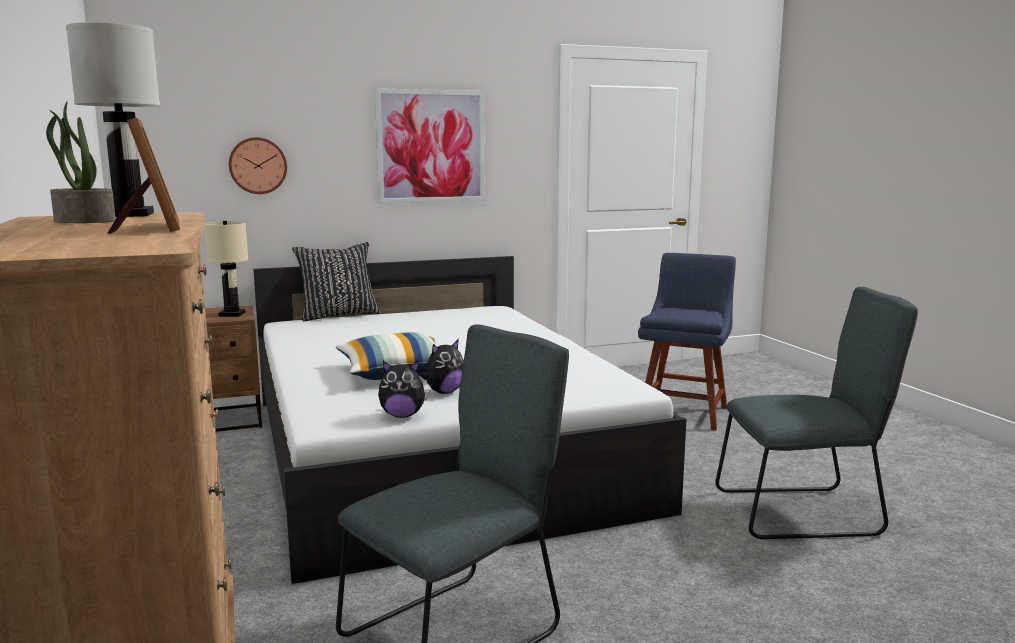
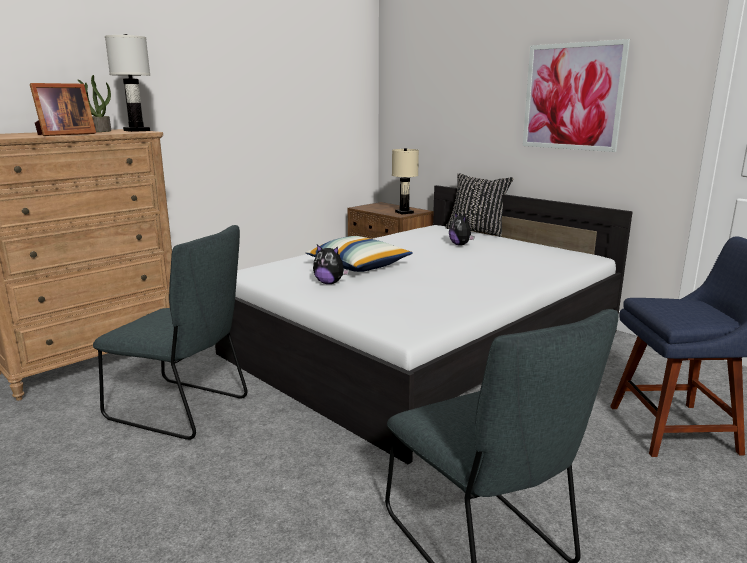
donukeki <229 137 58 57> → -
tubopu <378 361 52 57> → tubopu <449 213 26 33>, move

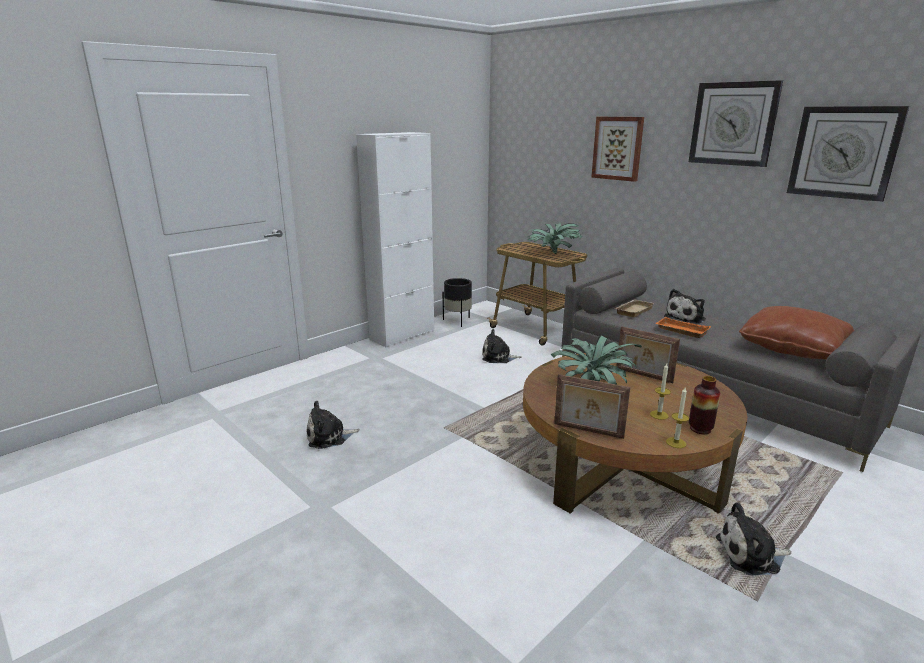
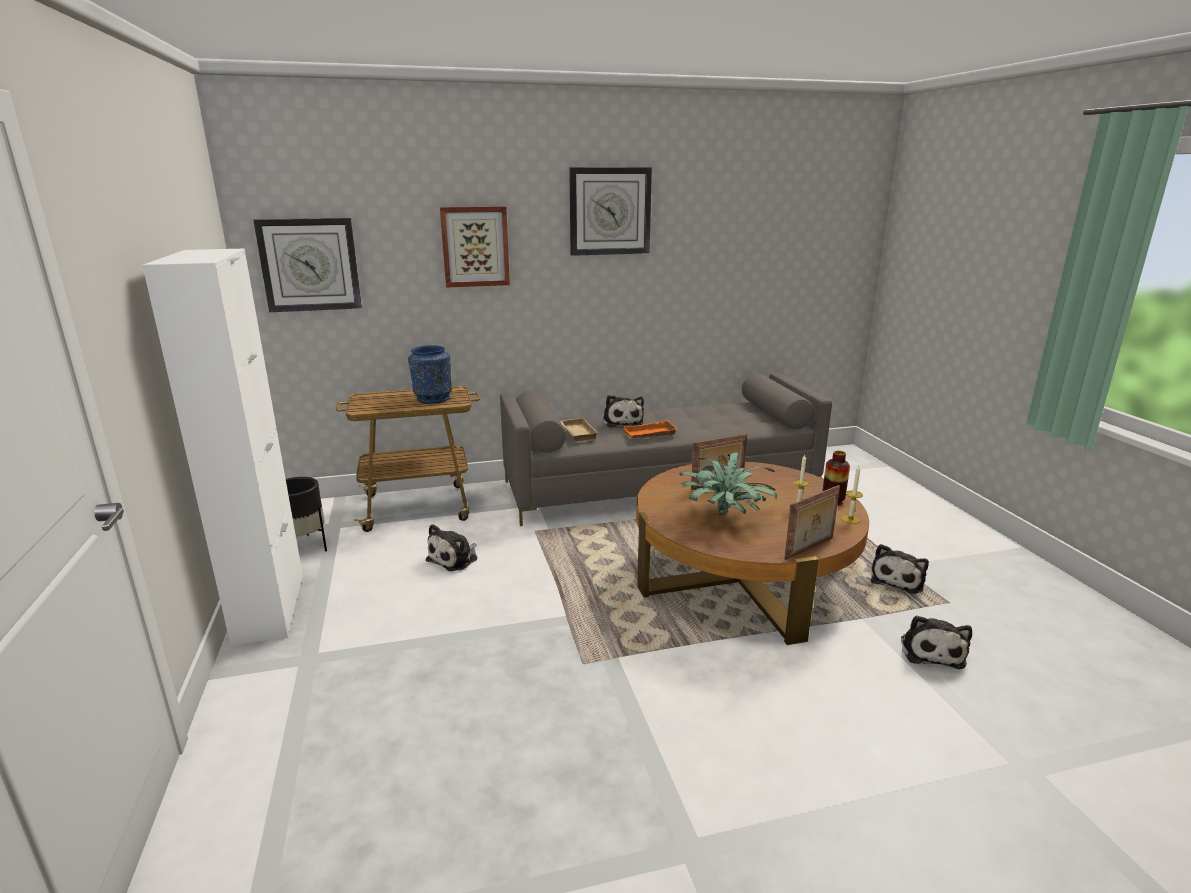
donukeki <787 106 122 96> → donukeki <253 218 109 94>, move
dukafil <528 223 55 31> → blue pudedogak <408 345 44 59>
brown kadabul <739 306 115 54> → -
tubopu <307 401 53 48> → tubopu <901 615 71 54>, move

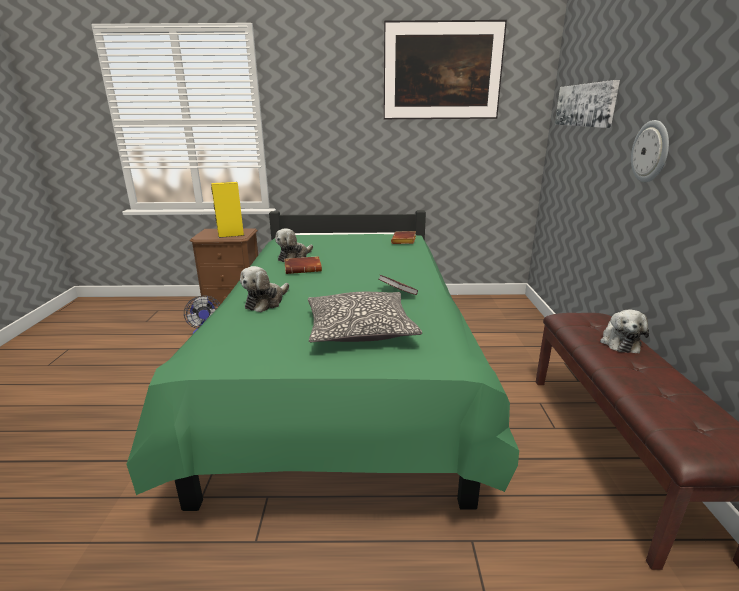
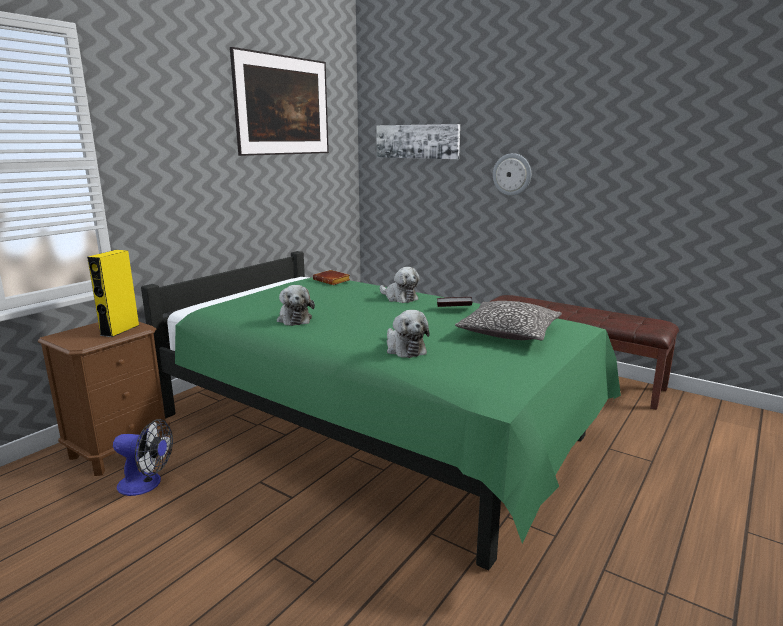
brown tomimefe <284 256 38 18> → -
tubopu <600 309 49 44> → tubopu <380 267 40 36>, move

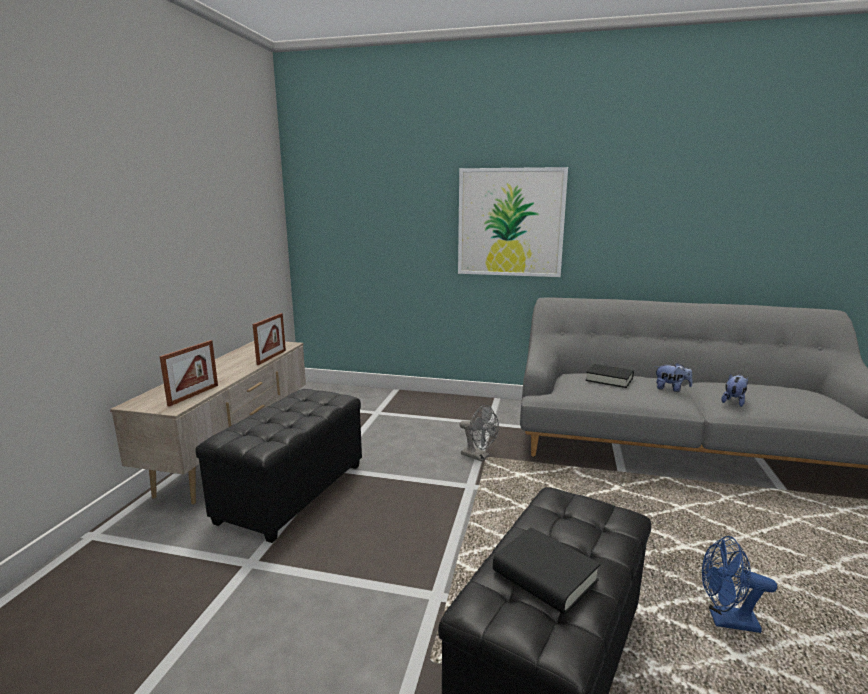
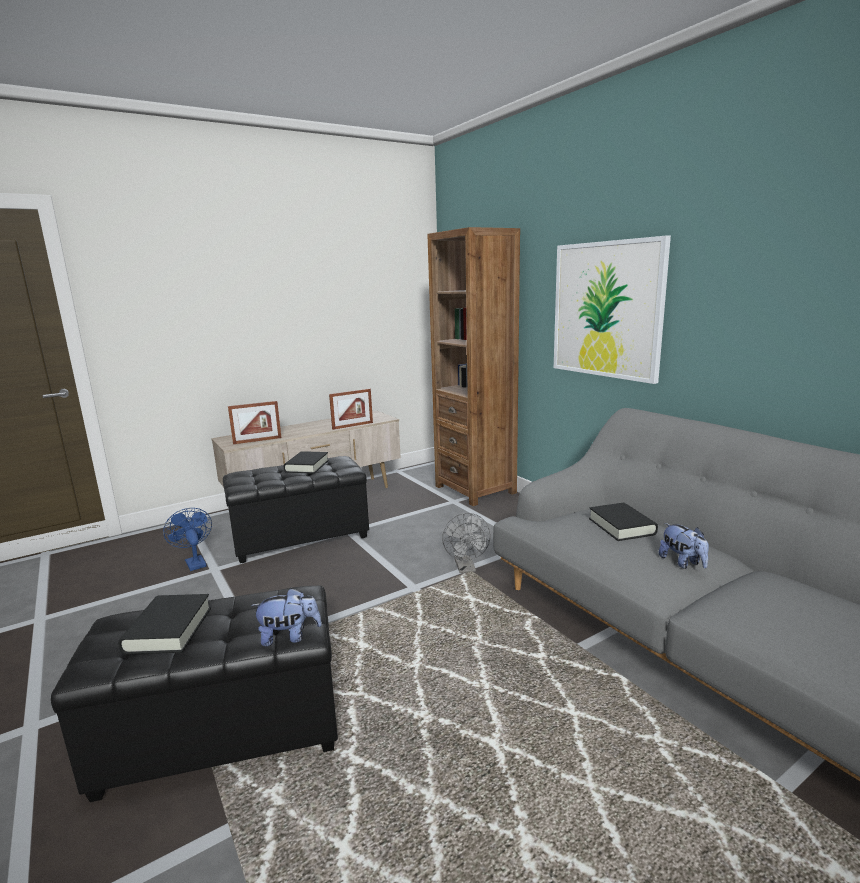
tubopu <721 374 27 33> → tubopu <251 588 71 59>, move
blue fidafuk <702 536 75 97> → blue fidafuk <163 508 49 63>, move
- → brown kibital <427 227 93 279>
- → black tomimefe <284 451 45 23>

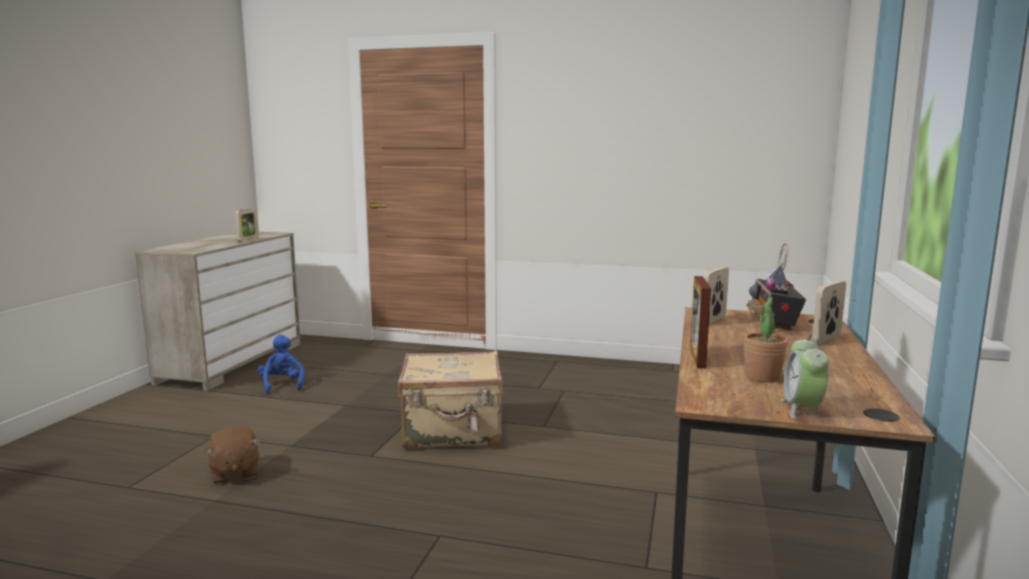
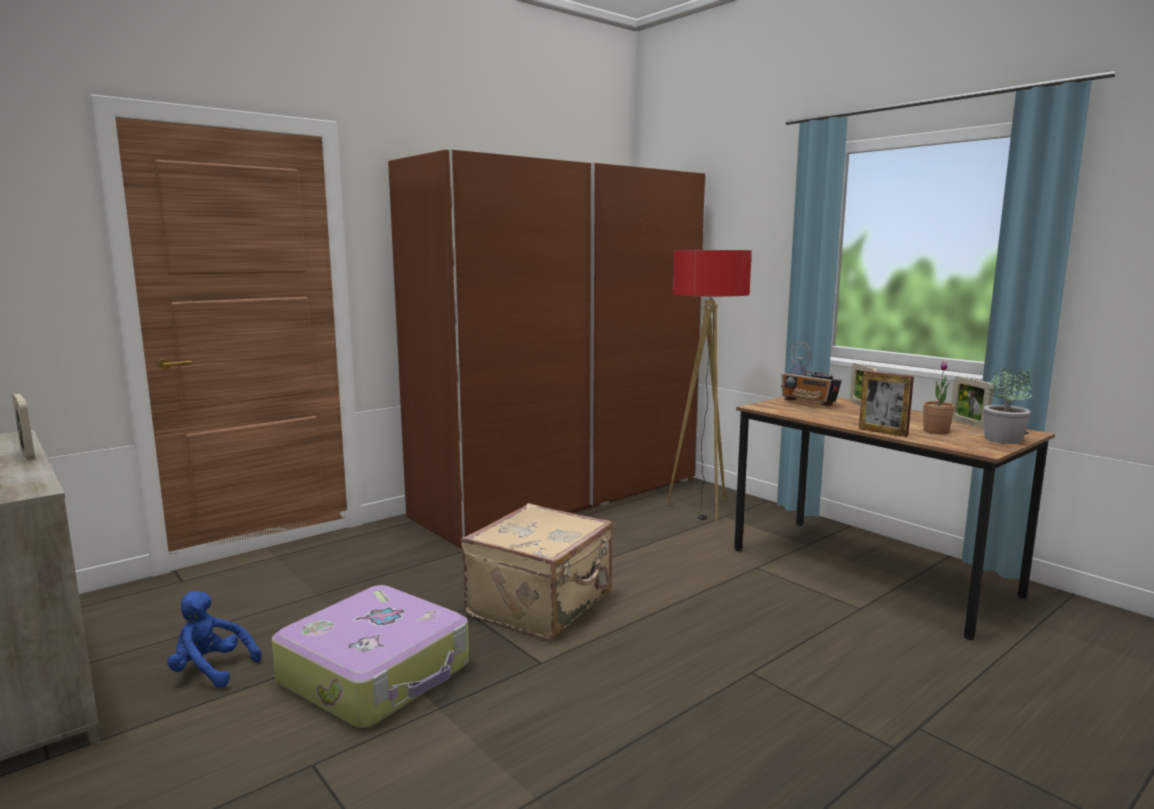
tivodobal <704 267 25 57> → tivodobal <951 376 43 53>, move
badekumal <781 334 48 85> → dukafil <984 368 48 76>
brown tubopu <204 426 57 58> → -
- → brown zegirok <388 149 318 399>
- → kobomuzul <667 250 85 272>
- → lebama <272 585 197 143>

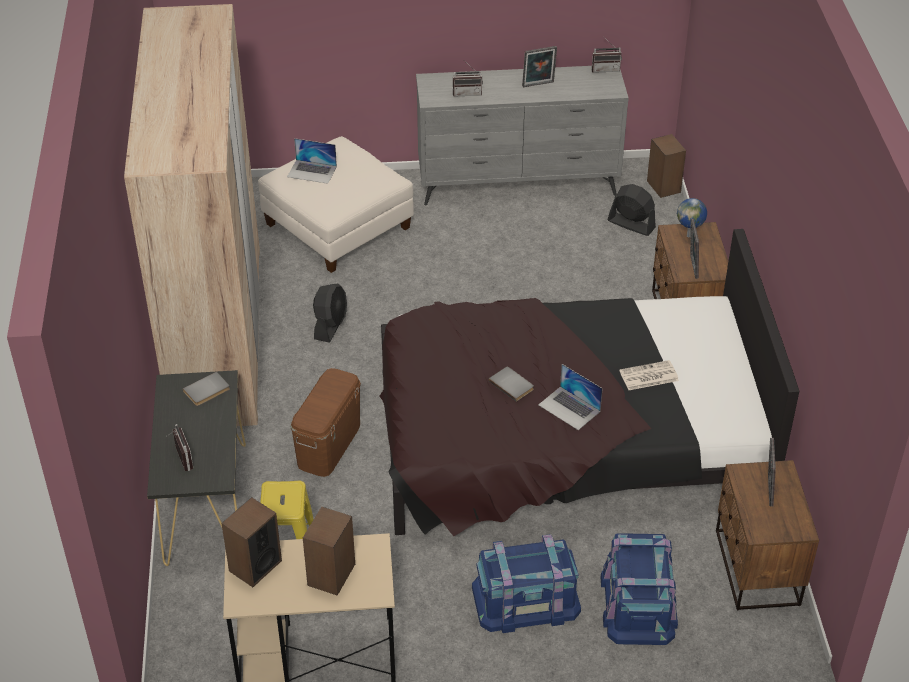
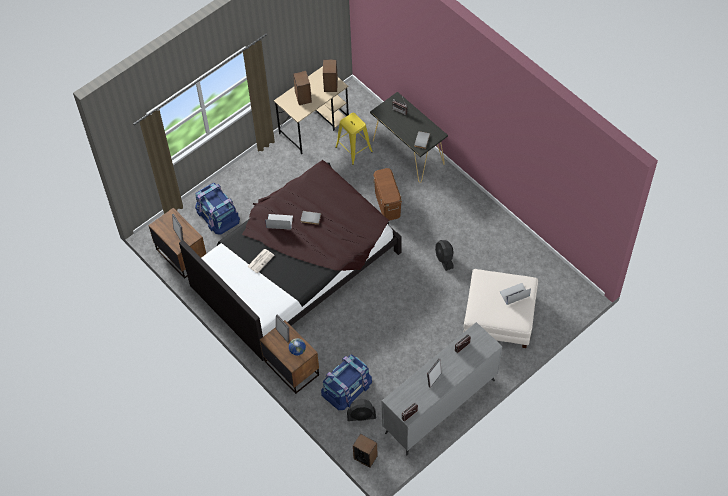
beige zegirok <124 4 136 422> → -
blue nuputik <472 534 109 99> → blue nuputik <321 355 51 55>, move

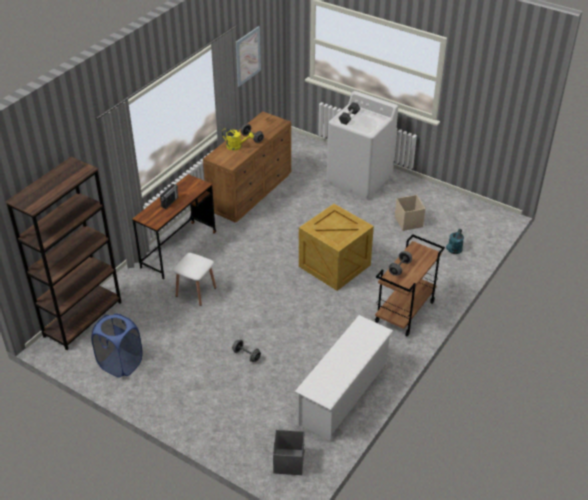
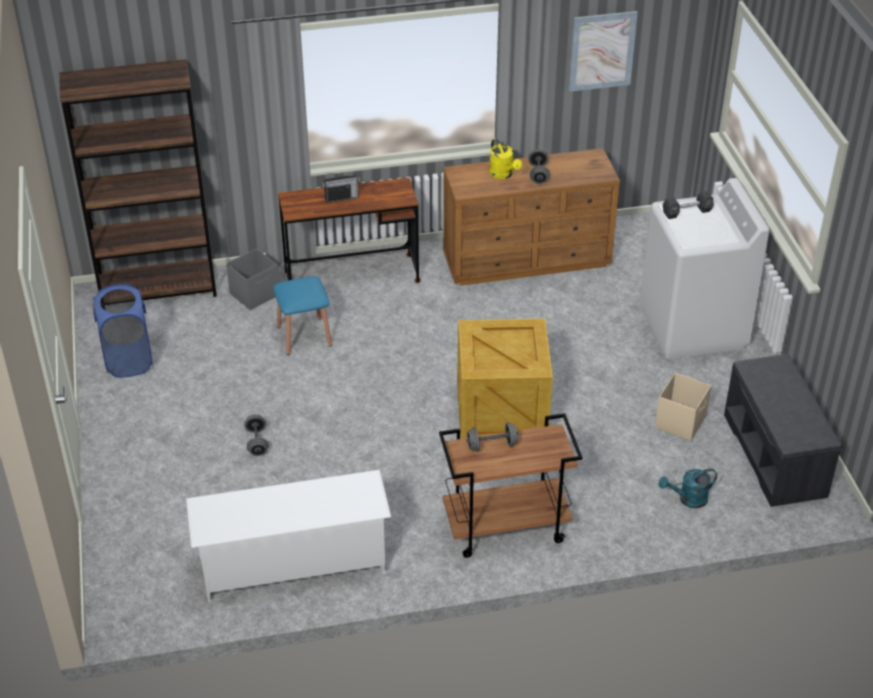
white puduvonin <173 253 43 53> → blue puduvonin <273 276 59 79>
grey nuputik <273 430 32 45> → grey nuputik <226 248 53 62>, move
- → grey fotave <724 354 118 153>

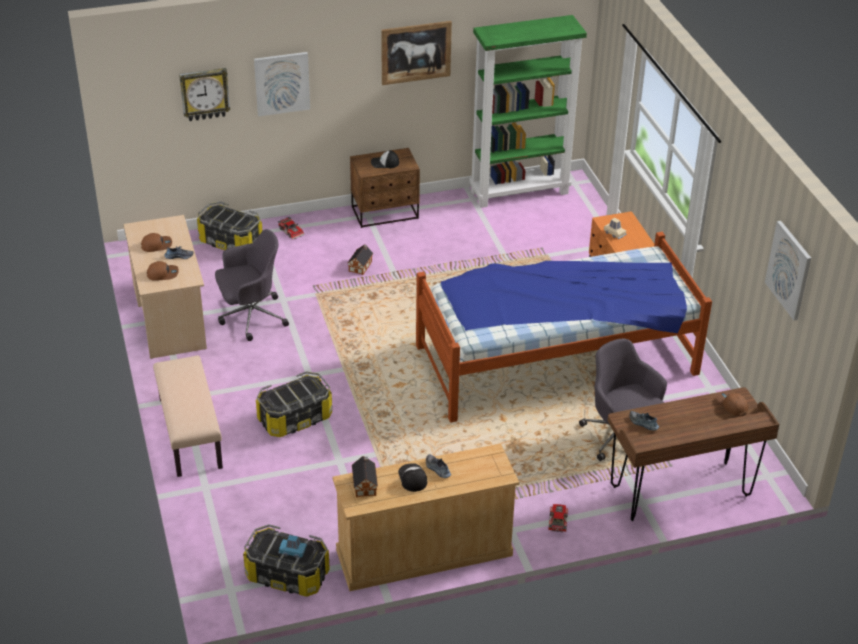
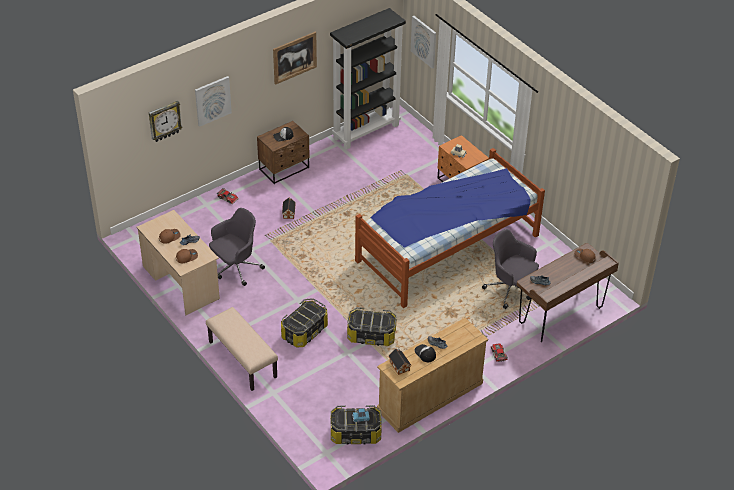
green kibital <469 15 118 193> → black kibital <330 8 76 142>
nuputik <197 202 66 48> → nuputik <347 307 50 39>, move
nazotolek <765 221 46 100> → nazotolek <411 16 25 53>, move

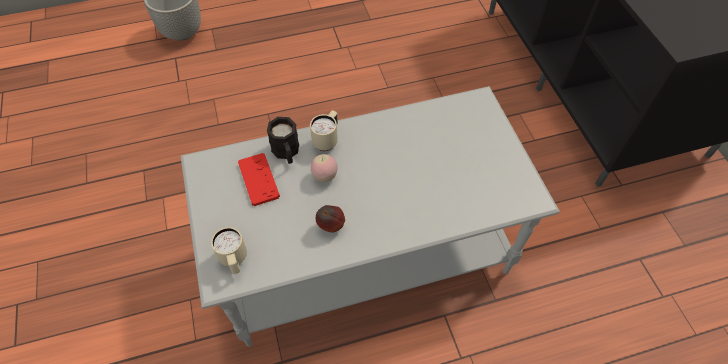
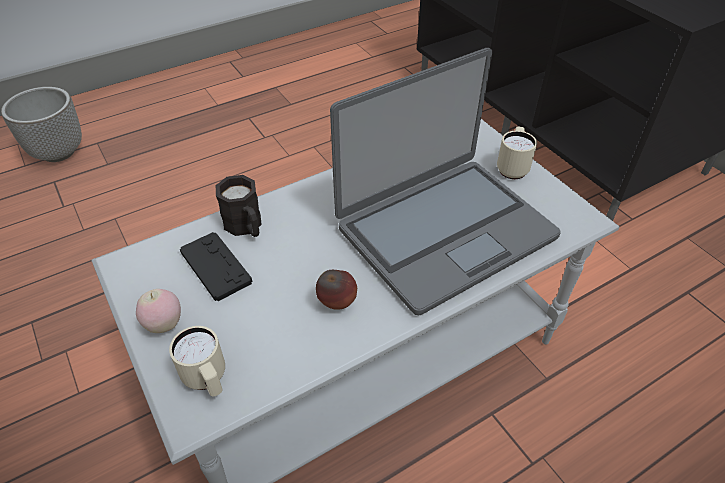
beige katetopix <310 110 28 41> → beige katetopix <497 127 40 52>, move
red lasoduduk <238 153 42 53> → black lasoduduk <180 232 73 69>
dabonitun <311 154 27 28> → dabonitun <136 289 45 44>, move
- → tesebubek <330 48 231 267>

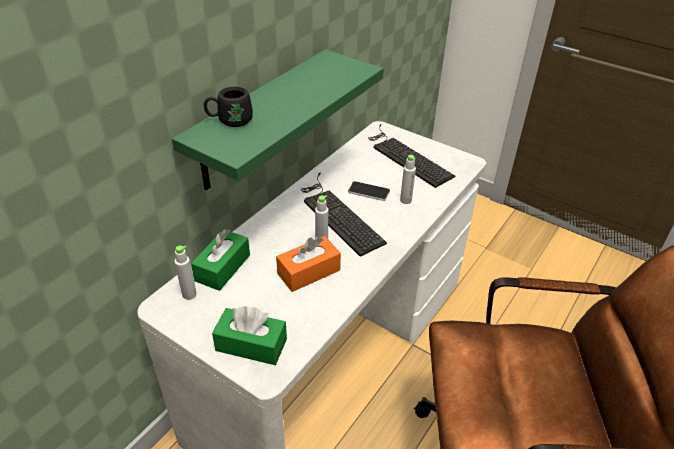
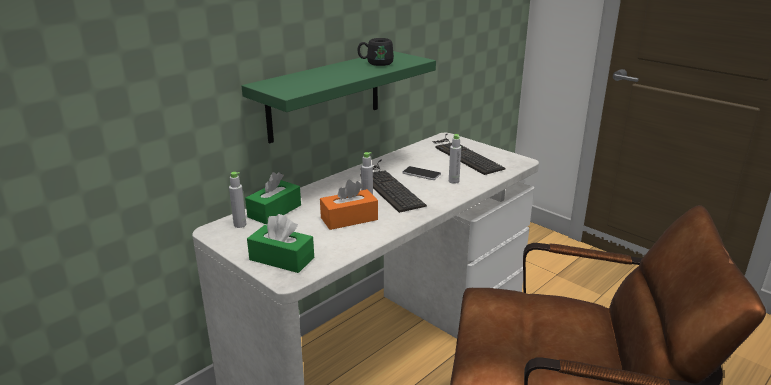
black katetopix <204 87 49 40> → black katetopix <358 38 36 28>, move

